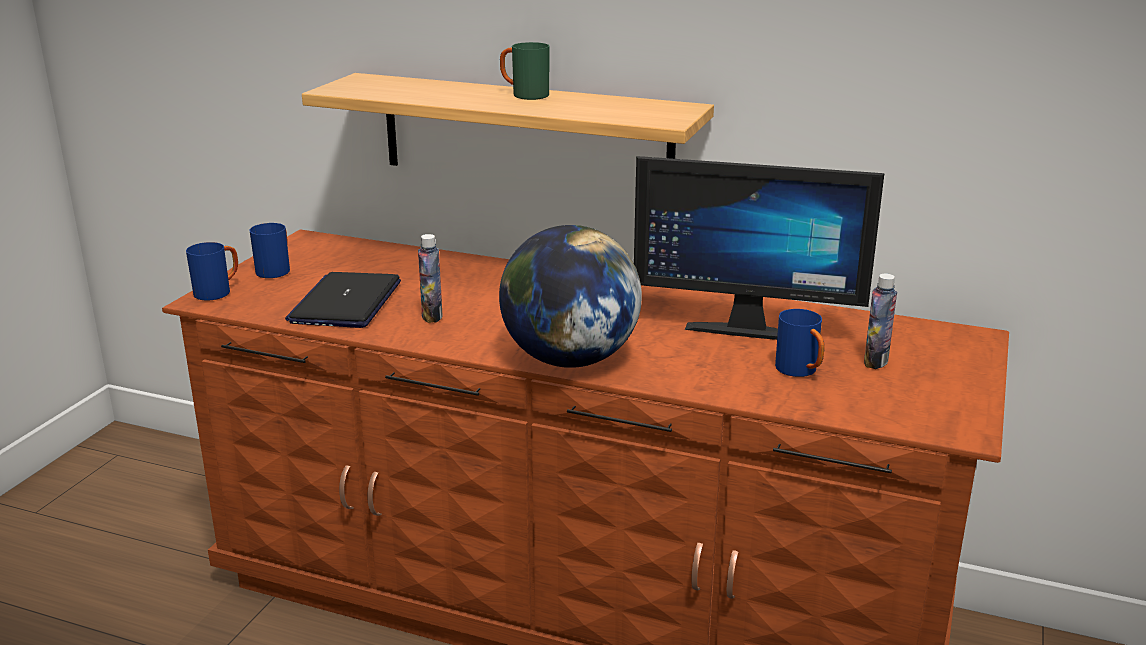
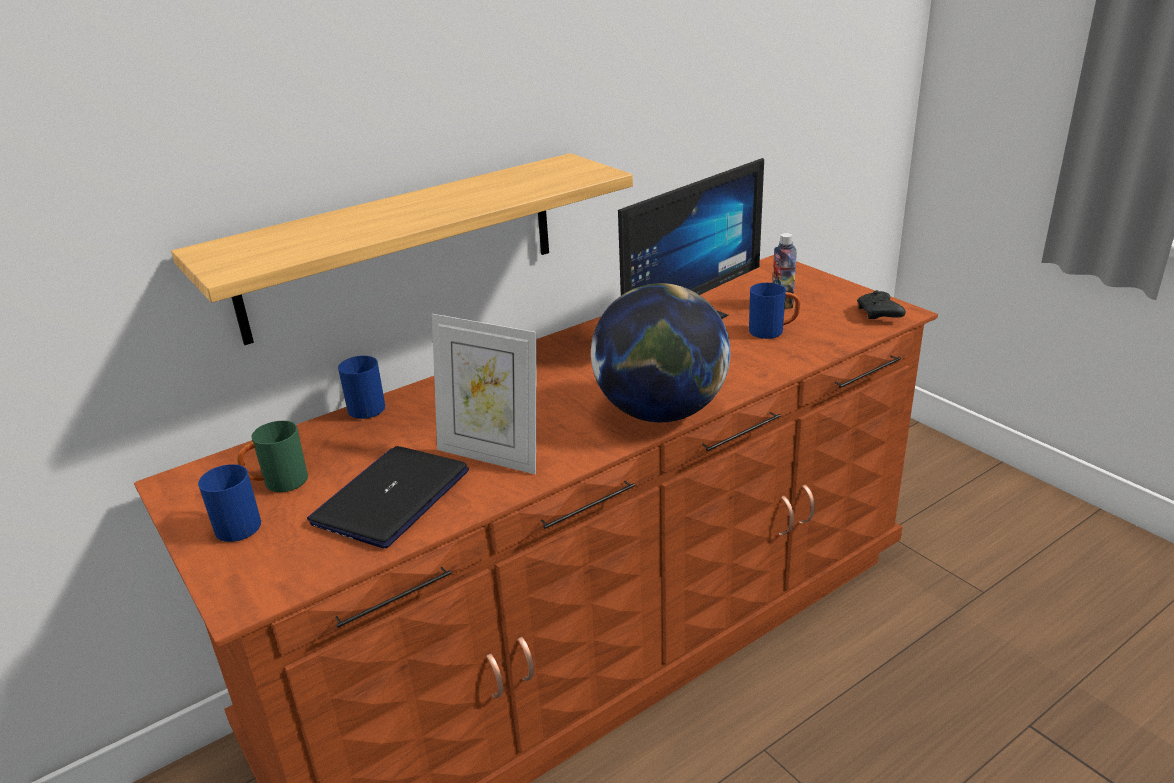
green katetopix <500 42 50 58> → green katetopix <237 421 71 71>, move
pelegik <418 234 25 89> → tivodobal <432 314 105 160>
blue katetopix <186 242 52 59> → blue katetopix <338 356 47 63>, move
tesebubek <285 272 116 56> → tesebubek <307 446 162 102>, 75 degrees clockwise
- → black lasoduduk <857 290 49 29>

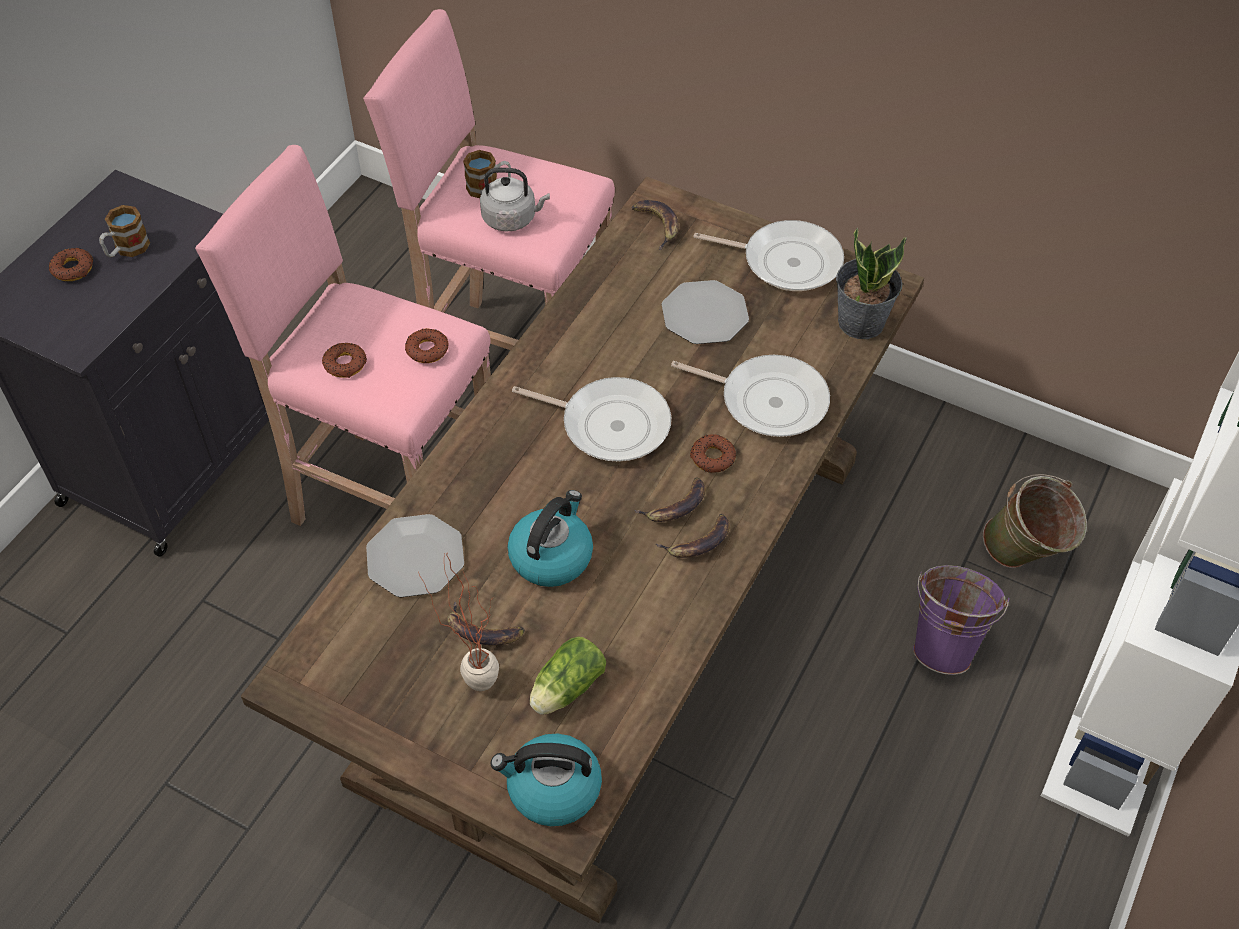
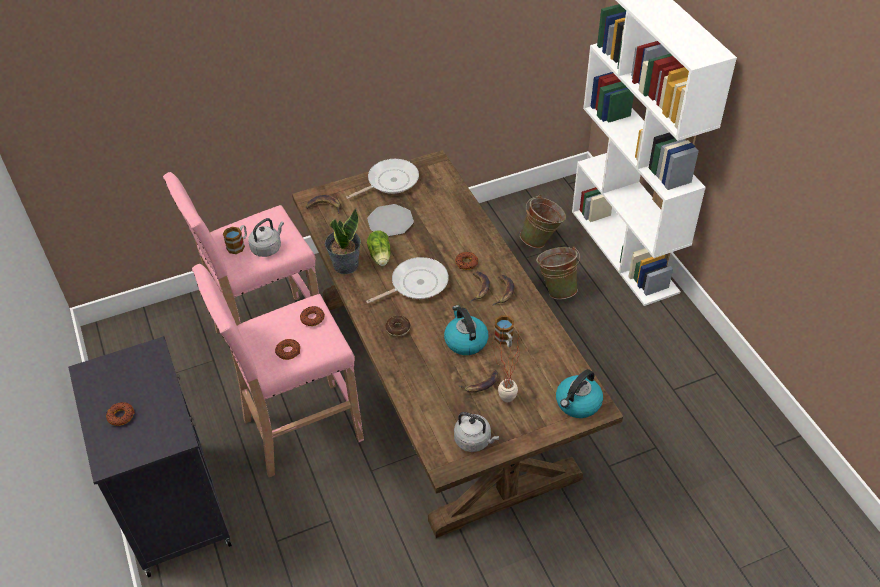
katetopix <99 205 51 53> → katetopix <494 315 20 32>, move
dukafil <836 227 71 112> → dukafil <325 209 36 65>, move
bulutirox <671 355 159 82> → -
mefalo <366 514 98 83> → -
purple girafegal <913 565 96 110> → green girafegal <536 246 44 53>
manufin <530 637 76 77> → manufin <367 230 23 36>, move
- → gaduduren <385 316 25 21>
- → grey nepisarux <454 412 45 40>

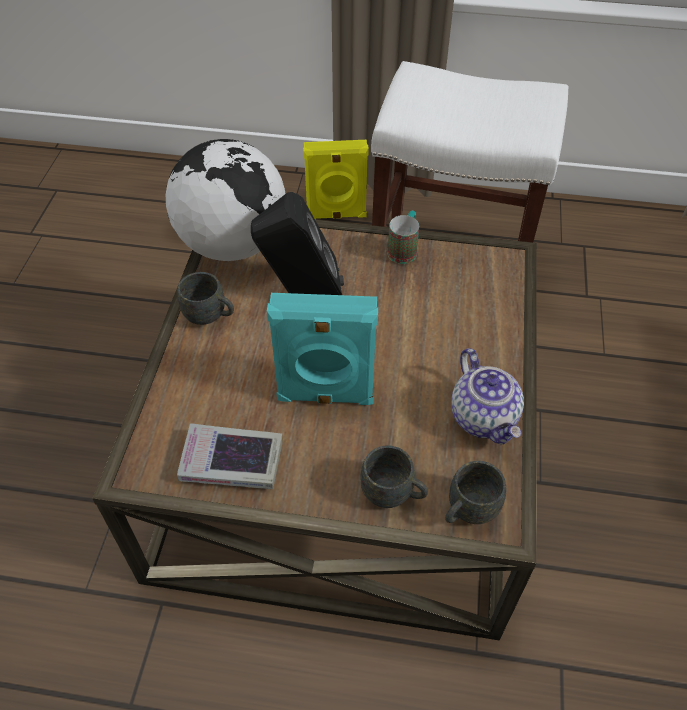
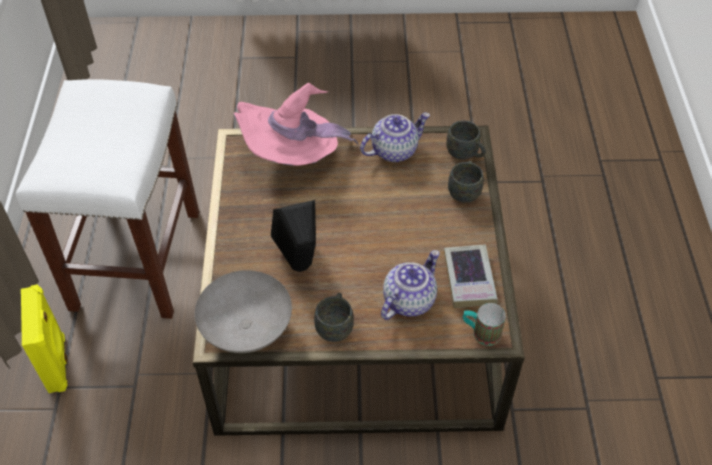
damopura <166 139 120 122> → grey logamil <195 270 97 83>
katetopix <388 211 31 53> → katetopix <463 303 43 43>, move
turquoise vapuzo <267 293 111 112> → -
- → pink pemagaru <234 83 125 83>
- → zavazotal <381 250 58 70>

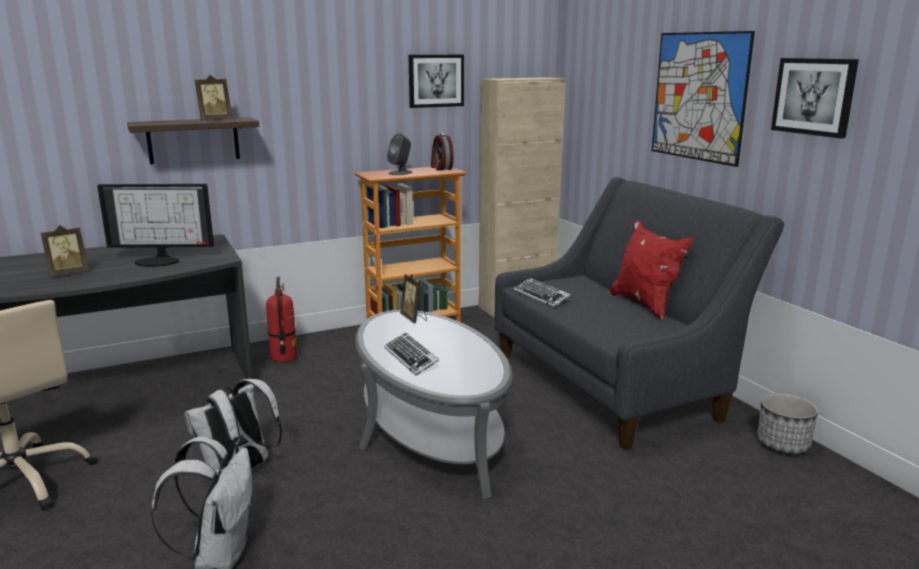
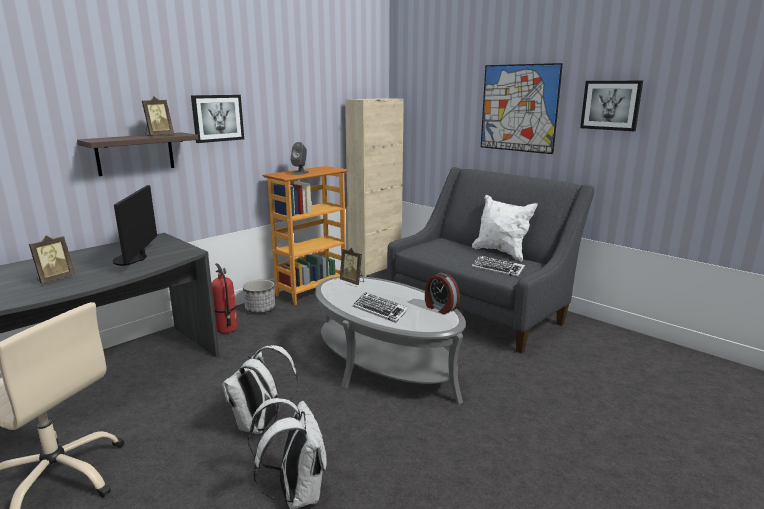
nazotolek <408 54 56 54> → nazotolek <191 95 53 48>, move
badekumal <431 134 23 37> → badekumal <425 273 35 41>, move
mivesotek <97 184 117 83> → mivesotek <113 185 44 81>, 105 degrees clockwise
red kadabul <610 220 84 101> → white kadabul <472 195 66 67>
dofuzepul <514 277 57 31> → dofuzepul <472 255 53 22>, move
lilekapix <757 393 61 61> → lilekapix <243 280 32 33>, move

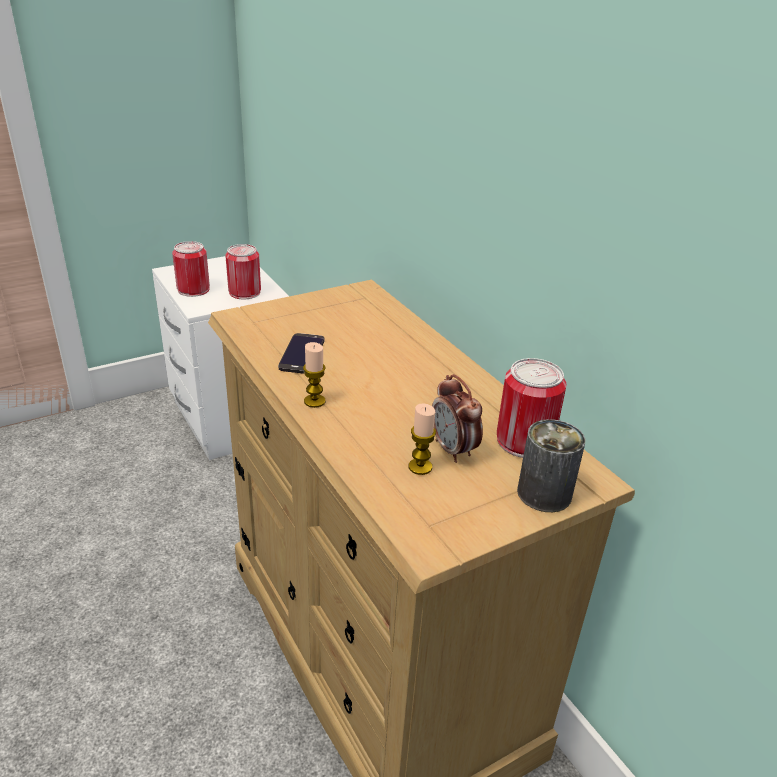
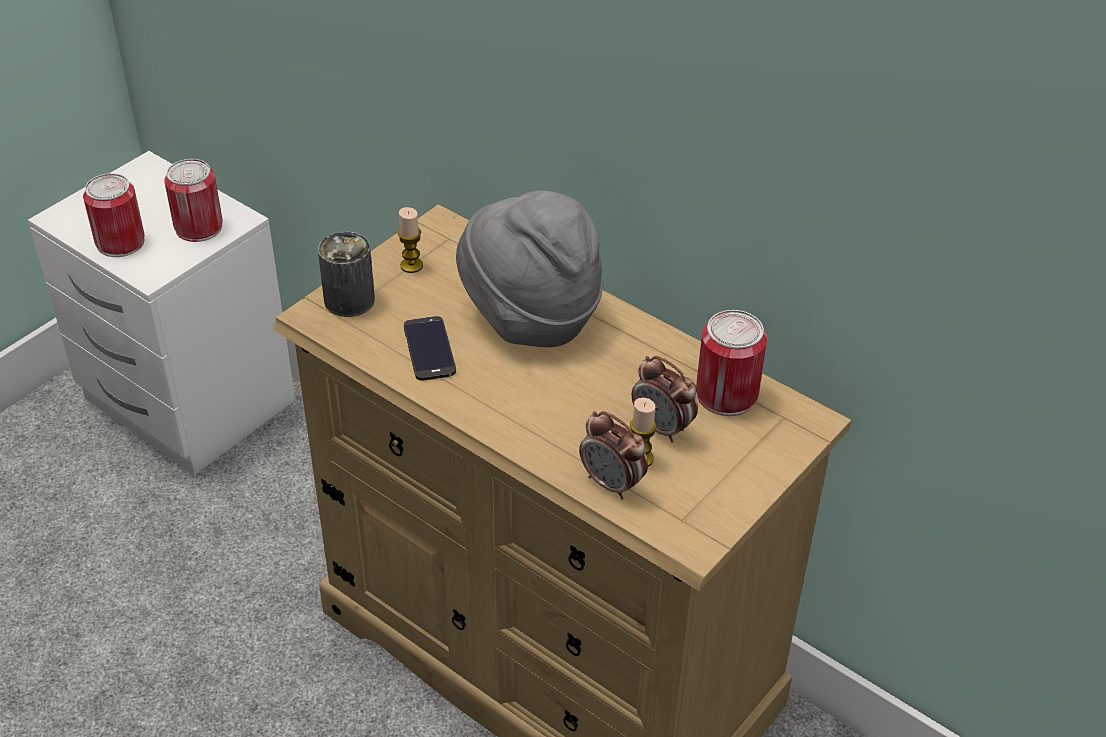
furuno <303 342 23 66> → furuno <398 207 25 66>, move
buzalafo <517 419 69 93> → buzalafo <318 231 57 86>, move
- → grey pemagaru <456 190 147 157>
- → badekumal <579 411 69 89>

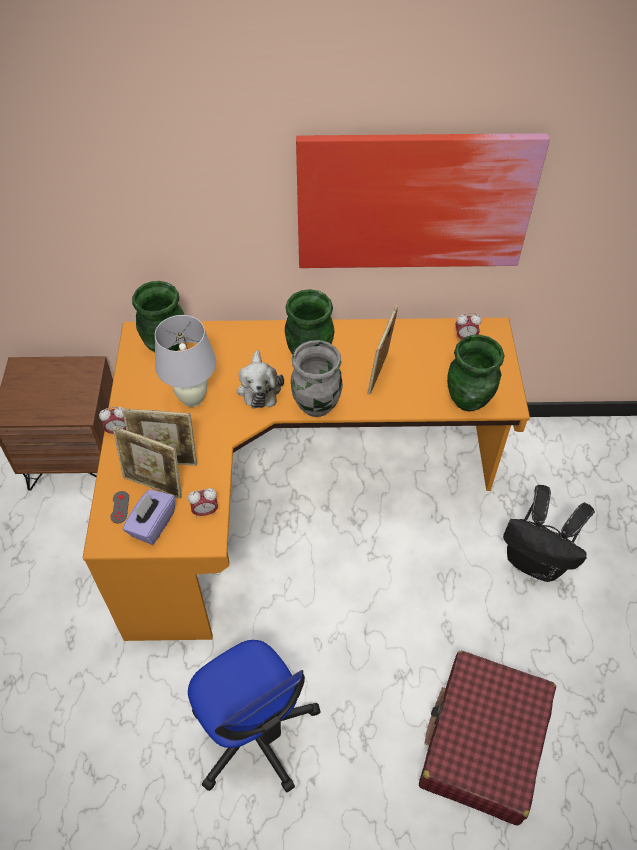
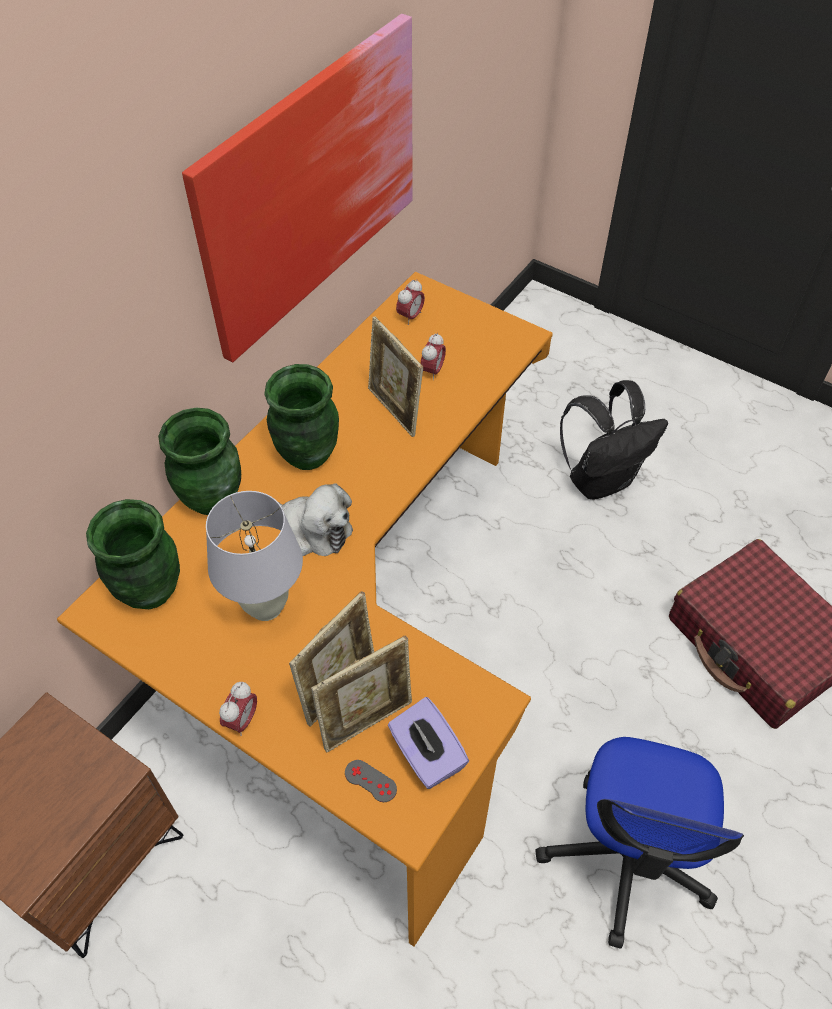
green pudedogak <447 335 58 76> → green pudedogak <158 408 83 107>, move
grey pudedogak <291 340 52 77> → -
badekumal <188 488 30 30> → badekumal <421 333 25 47>, move
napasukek <188 640 132 152> → napasukek <535 737 209 212>, 105 degrees clockwise

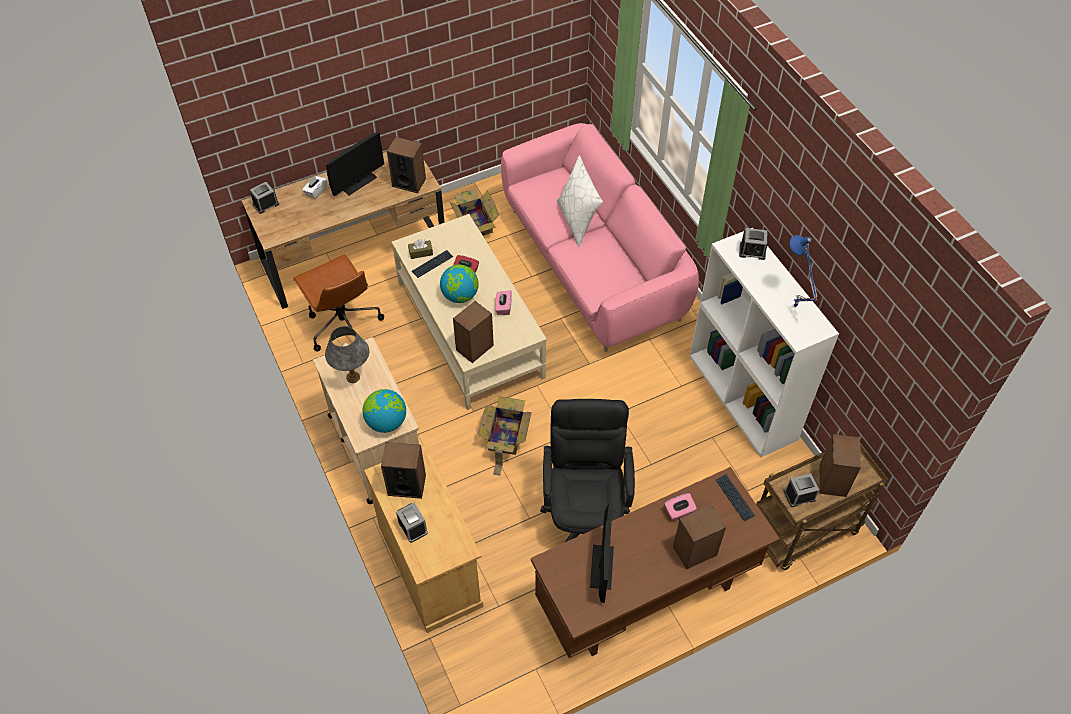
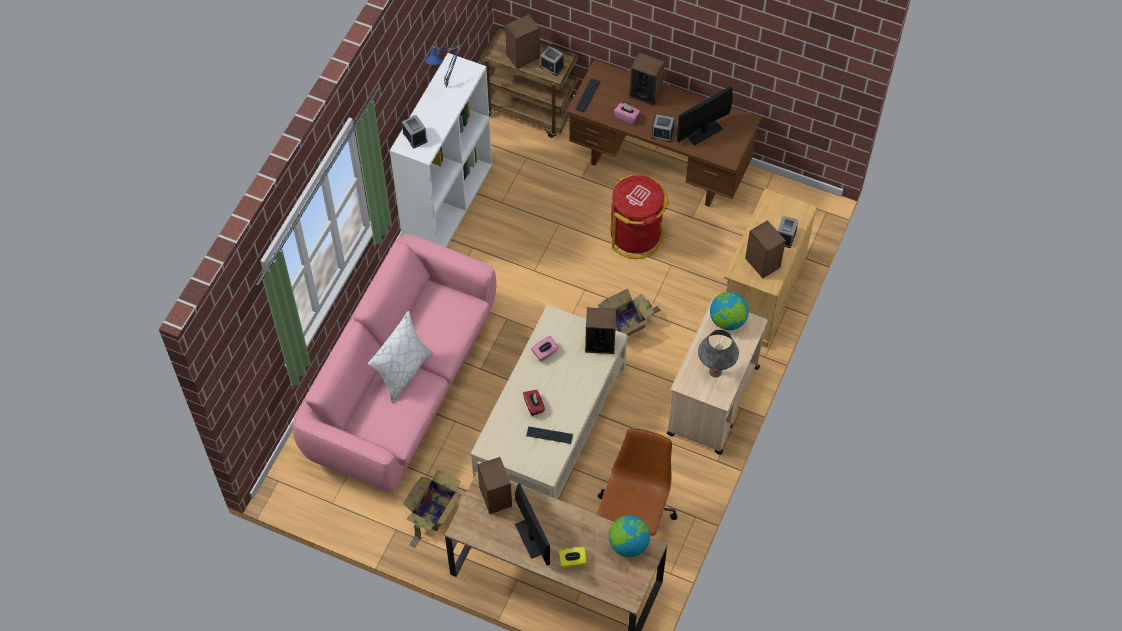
mivesotek <326 131 58 65> → mivesotek <515 484 35 82>, 60 degrees clockwise
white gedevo <302 175 25 24> → yellow gedevo <559 547 28 21>
badekumal <250 182 29 32> → badekumal <650 114 25 28>, move
brown gedevo <408 239 25 20> → -
damopura <440 265 39 38> → damopura <609 515 41 42>, move
black napasukek <540 399 95 143> → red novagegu <611 175 58 84>

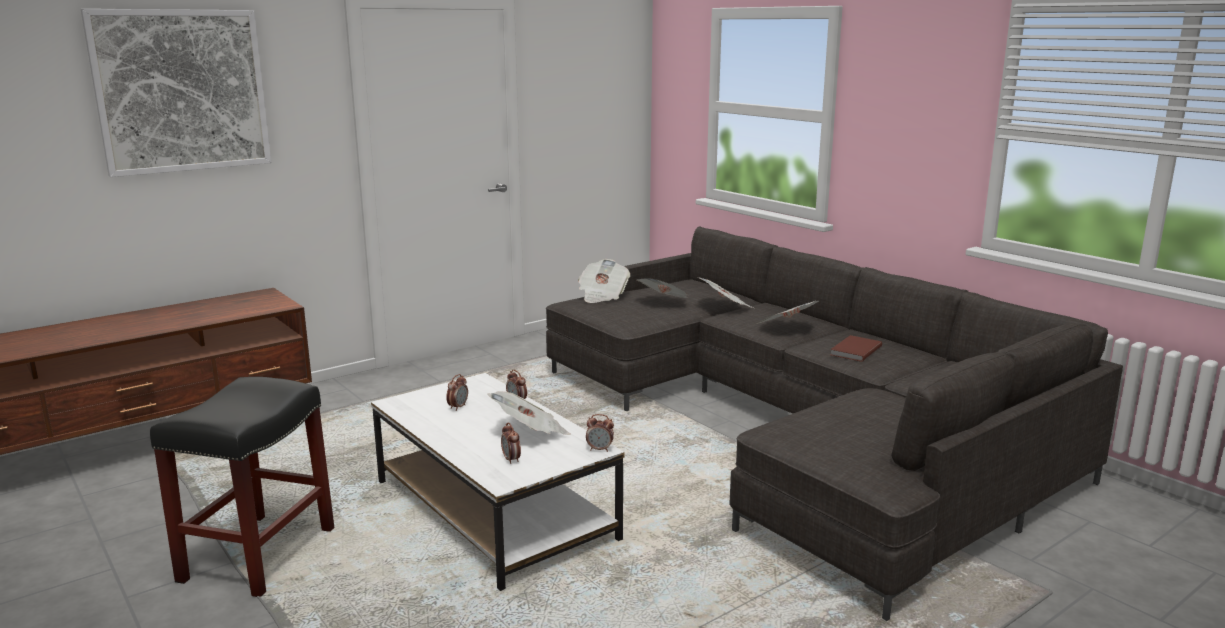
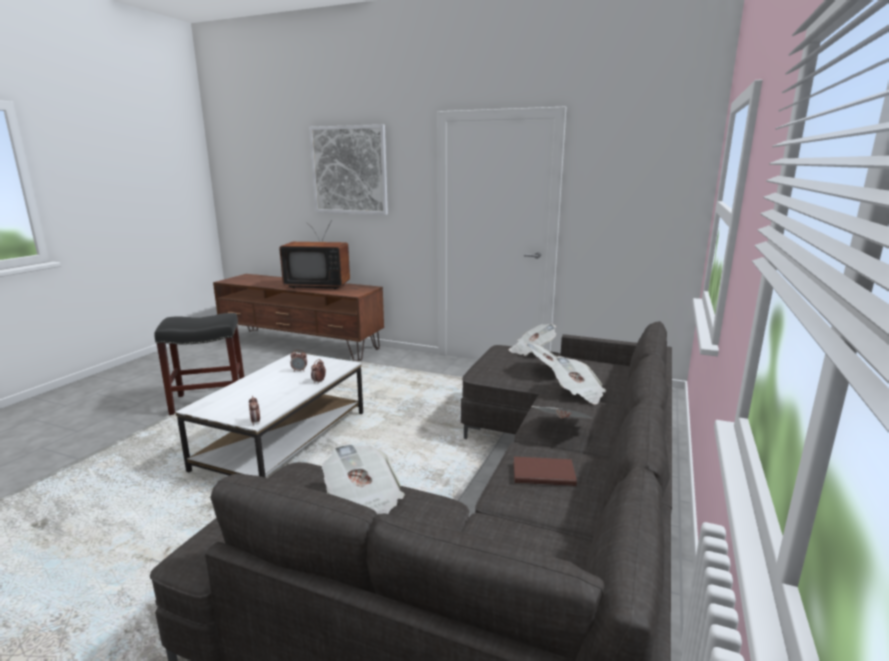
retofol <488 391 83 44> → retofol <322 443 83 71>, move
badekumal <501 422 20 42> → -
- → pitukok <279 220 71 69>

